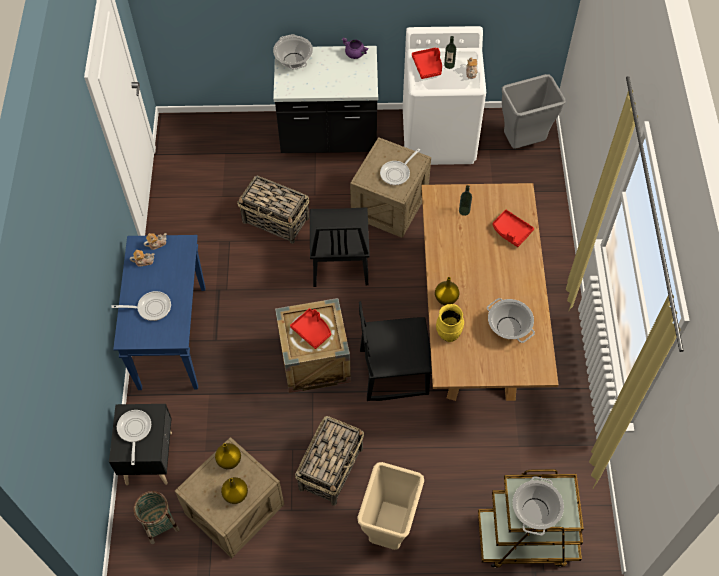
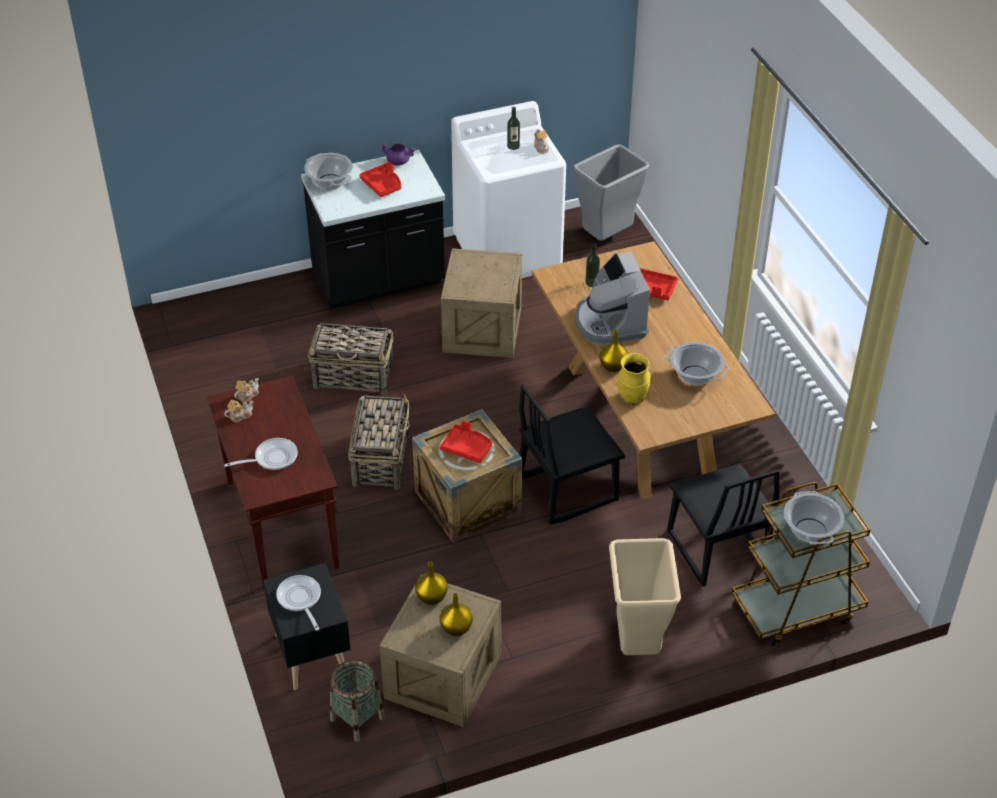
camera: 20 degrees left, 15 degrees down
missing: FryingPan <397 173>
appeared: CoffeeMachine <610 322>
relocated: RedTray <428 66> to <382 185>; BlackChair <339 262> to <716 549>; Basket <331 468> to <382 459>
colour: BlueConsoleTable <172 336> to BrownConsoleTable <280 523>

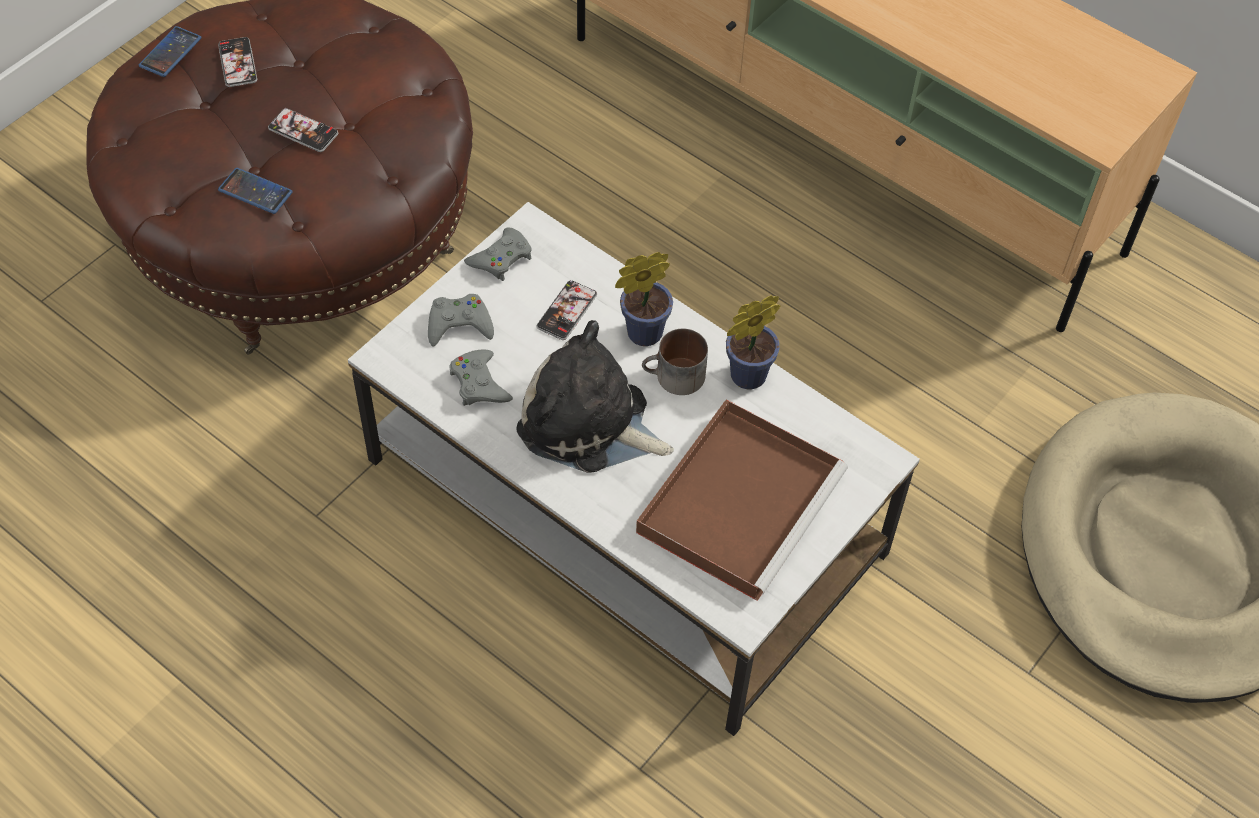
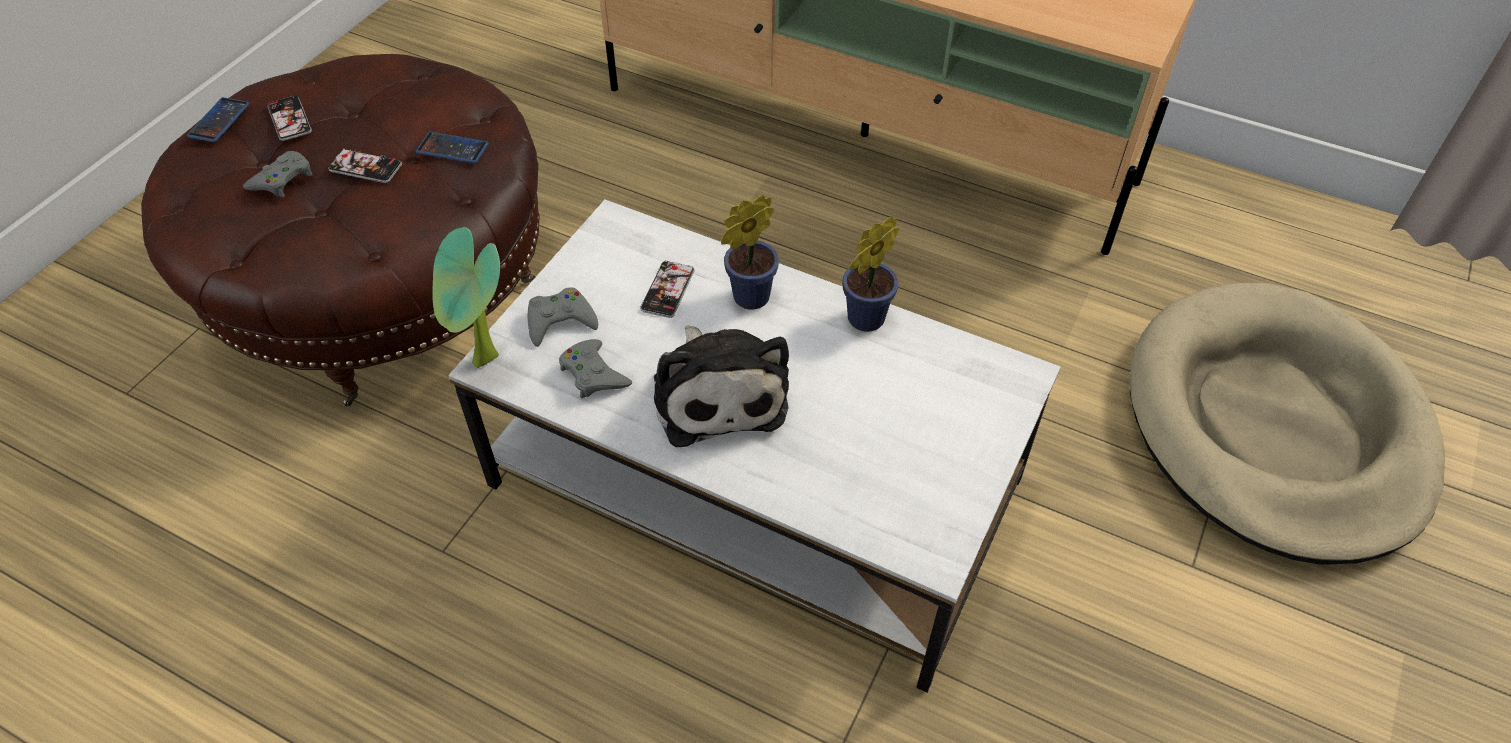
camera: 10 degrees left, 5 degrees down
missing: Mug <674 378>; BrownTray <741 499>
appeared: PottedPlant <486 363>
relocated: Phone <255 191> to <452 149>; GreyGameController <501 258> to <282 179>
spun: PlushToy <589 424> = <718 393> 120 degrees counterclockwise

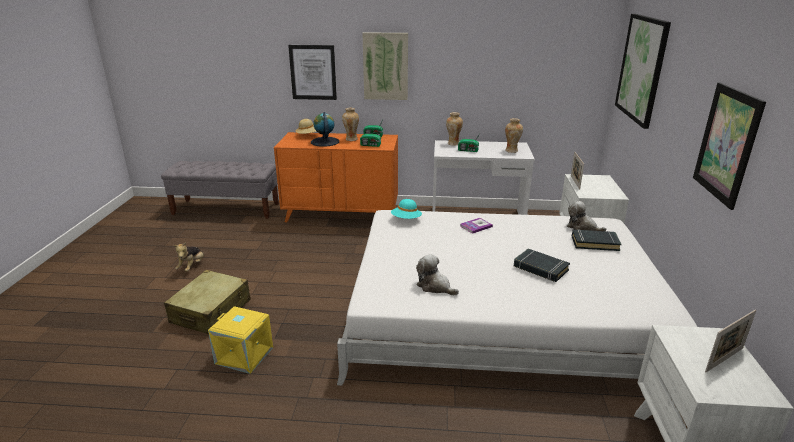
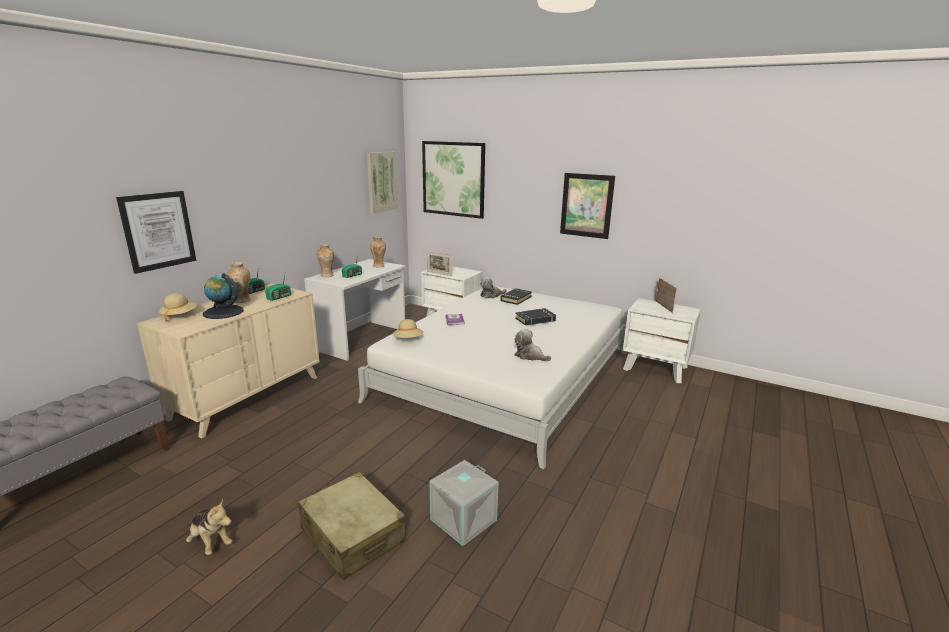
camera: 65 degrees left, 5 degrees down
relocated: Picture <385 66> to <381 181>
colour: OrangeDresser <342 214> to BeigeDresser <248 397>; TurquoiseHat <406 220> to BeigeHat <408 340>; YellowStorageBox <243 356> to GreyStorageBox <464 520>
spun: PlushToy <435 286> = <530 356> 60 degrees clockwise

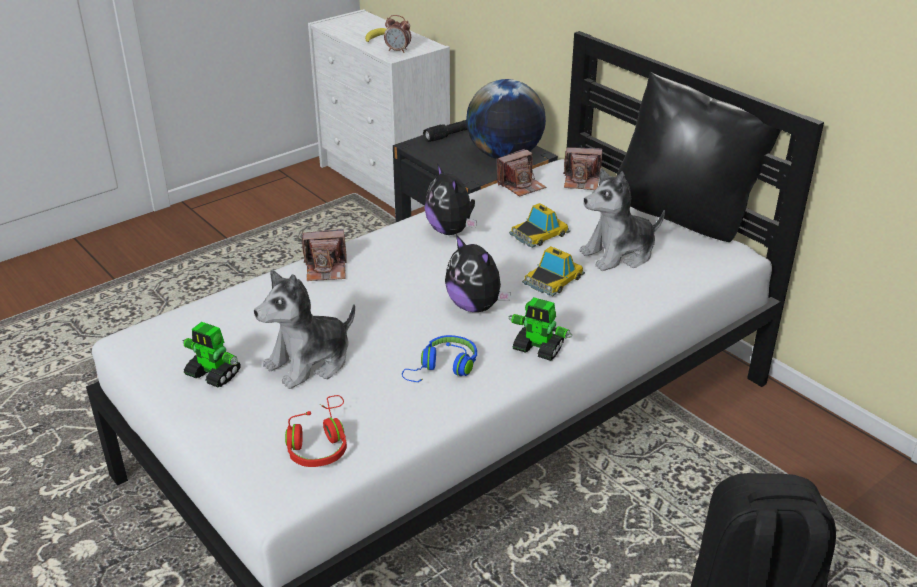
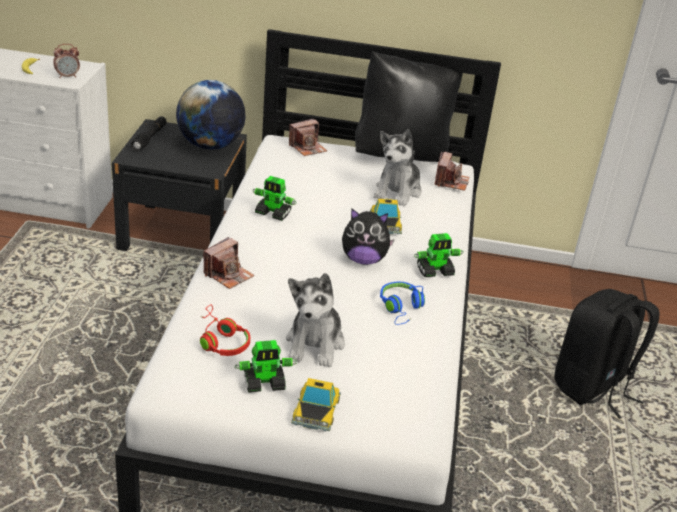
camera: 45 degrees left, 0 degrees up
relocated: PhotoCamera <521 185> to <450 182>; ToyCar <539 234> to <316 409>; RedHeadphones <319 443> to <221 340>
exchanged: PlushToy <451 231> to ToyRobot <273 213>

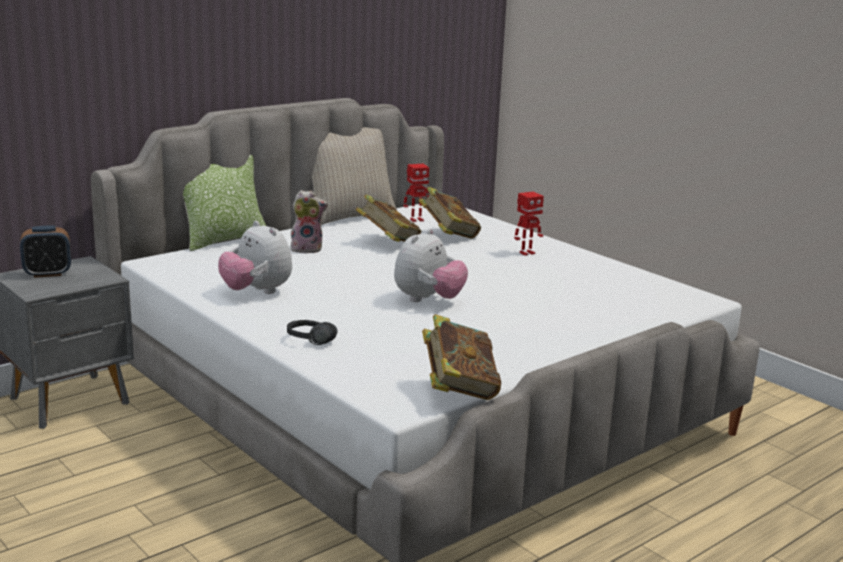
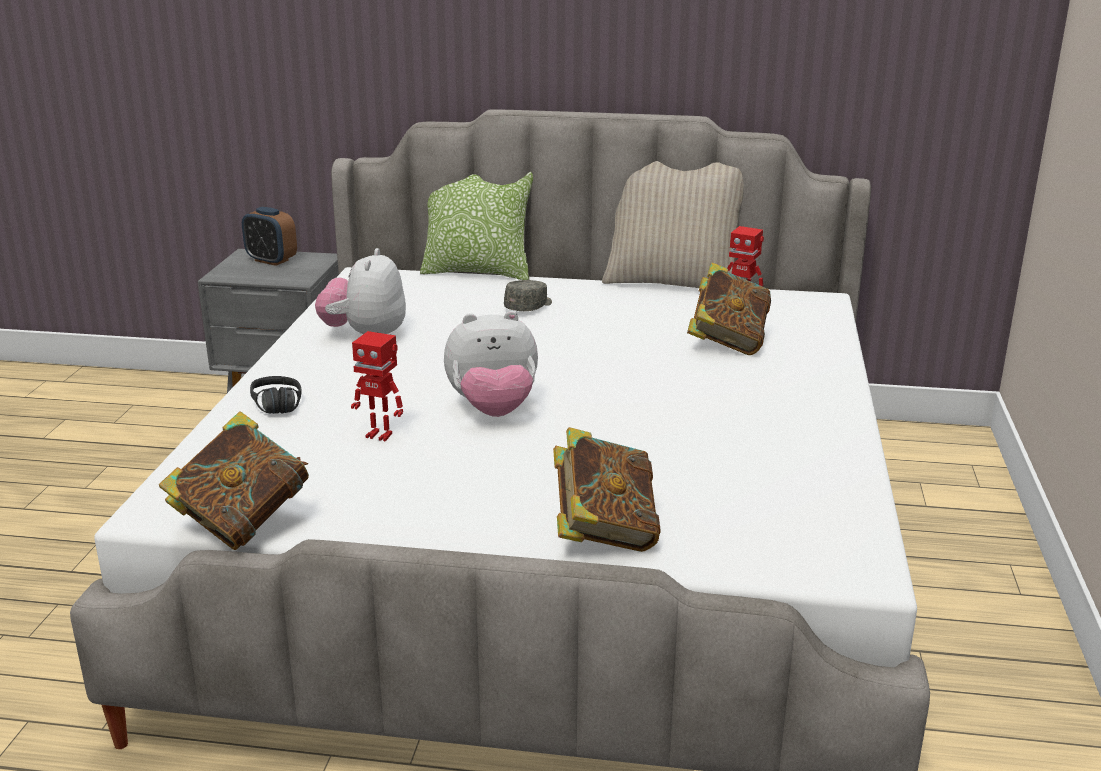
camera: 50 degrees right, 5 degrees up
relocated: ToyRobot <526 253> to <380 435>; Book <388 243> to <603 532>
exchanged: PlushToy <307 249> to GreyCap <529 307>

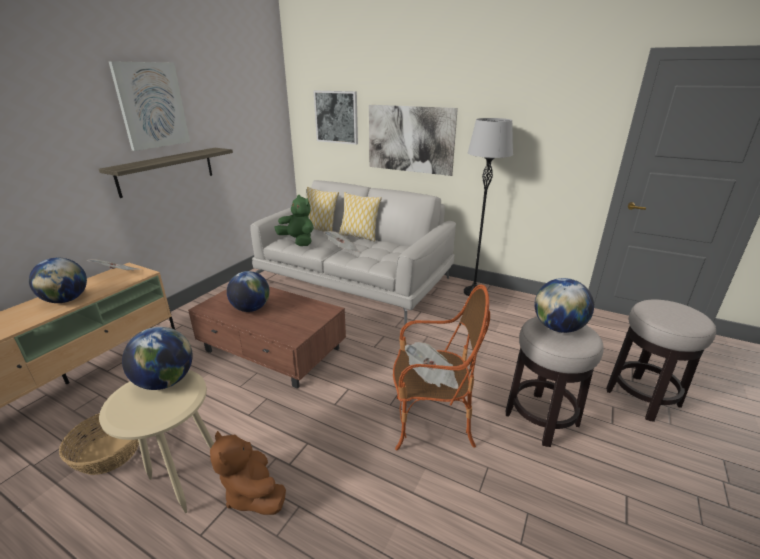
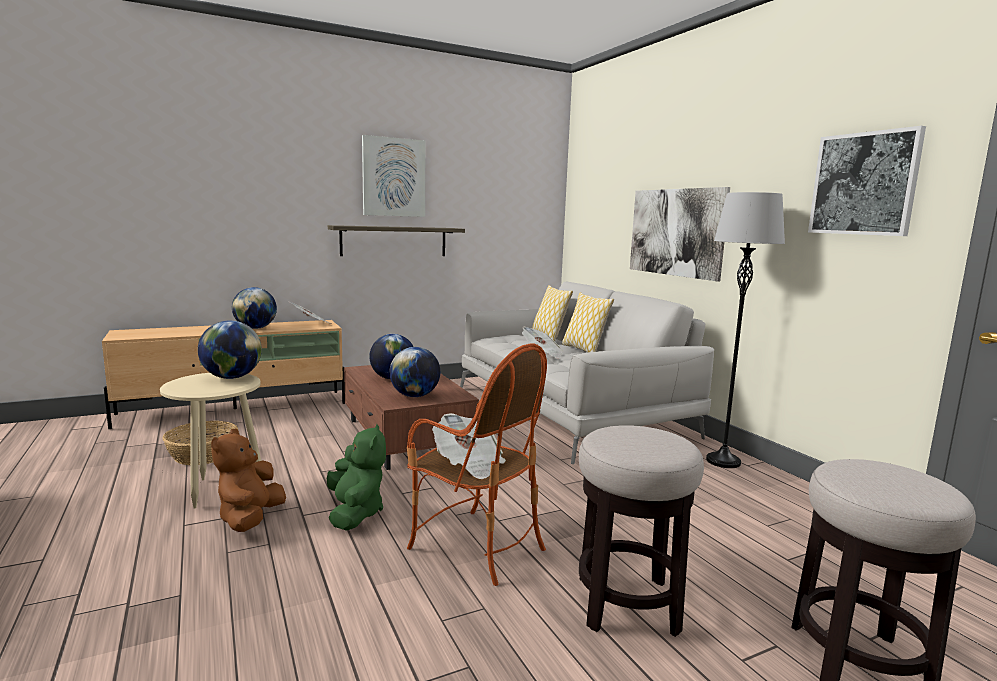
camera: 35 degrees right, 15 degrees down
relocated: Picture <336 117> to <864 184>; GreenPlushToy <298 241> to <355 513>; Globe <558 328> to <415 396>

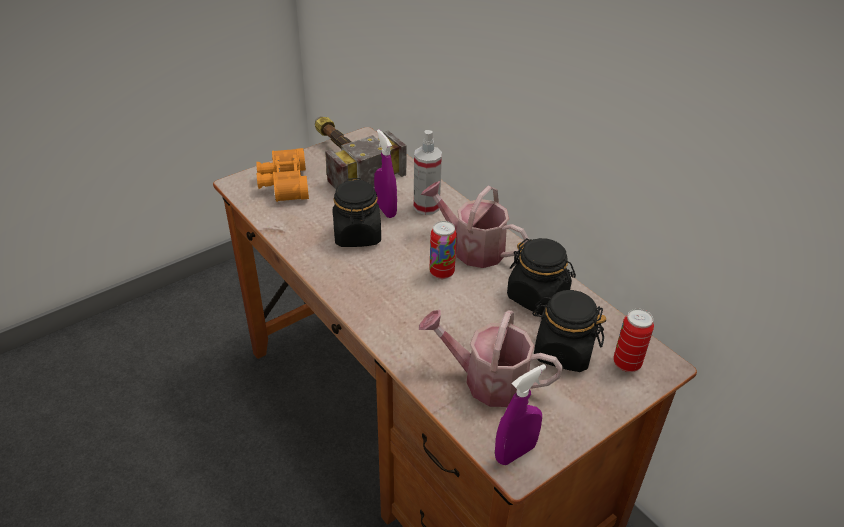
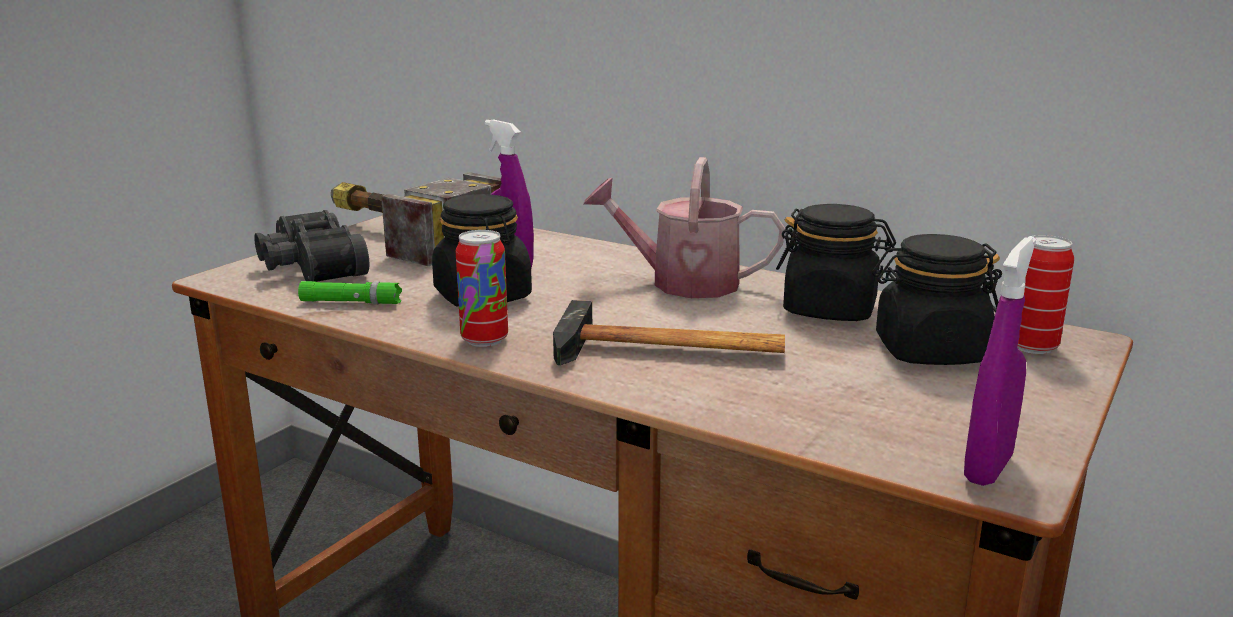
camera: 20 degrees left, 20 degrees down
missing: SprayBottle <426 206>; WateringCan <487 380>
appeared: GreenFlashlight <351 302>; Hammer <670 352>
relocated: Can <441 273> to <484 340>
colour: OrangeBinoculars <283 184> to BlackBinoculars <308 268>

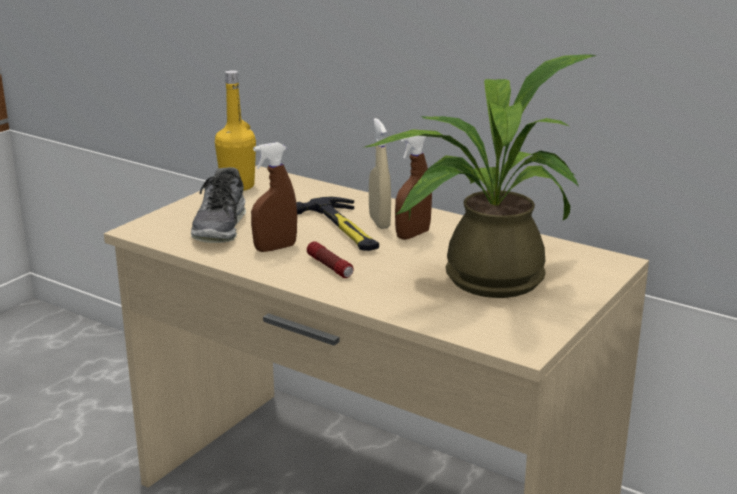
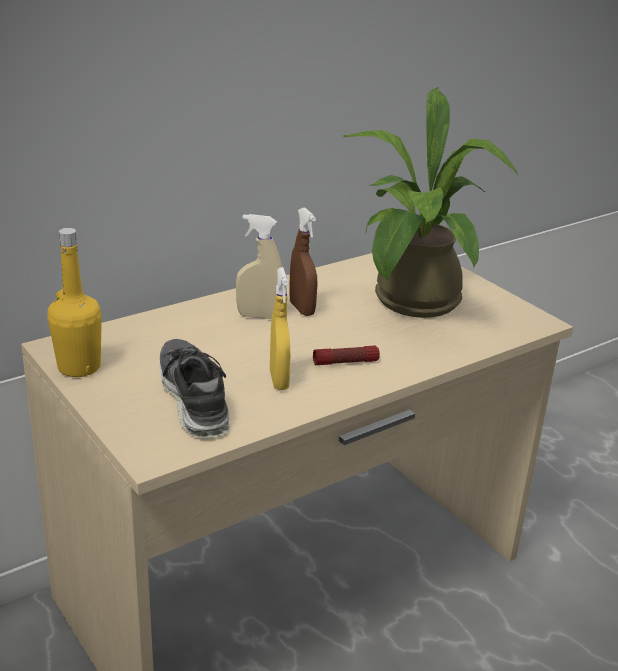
camera: 70 degrees left, 5 degrees up
missing: Hammer <344 229>
colour: BrownSprayBottle <275 248> to YellowSprayBottle <279 380>
spun: Shoe <221 226> = <193 399> 135 degrees counterclockwise

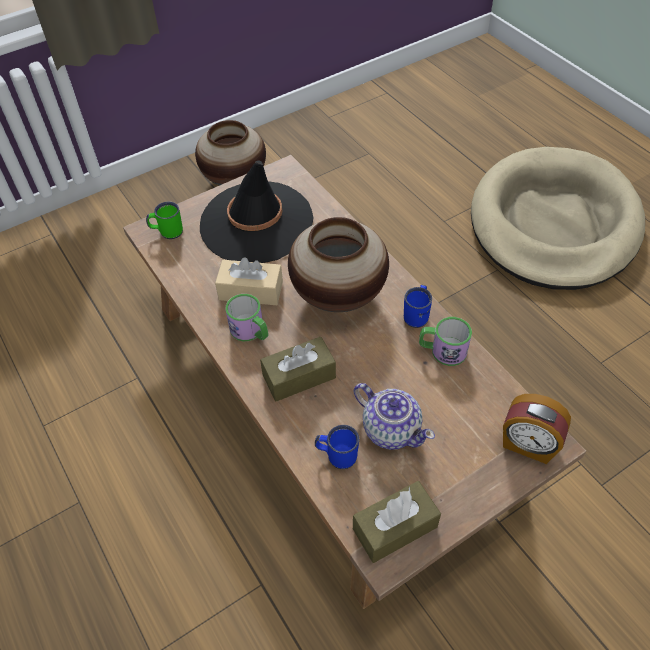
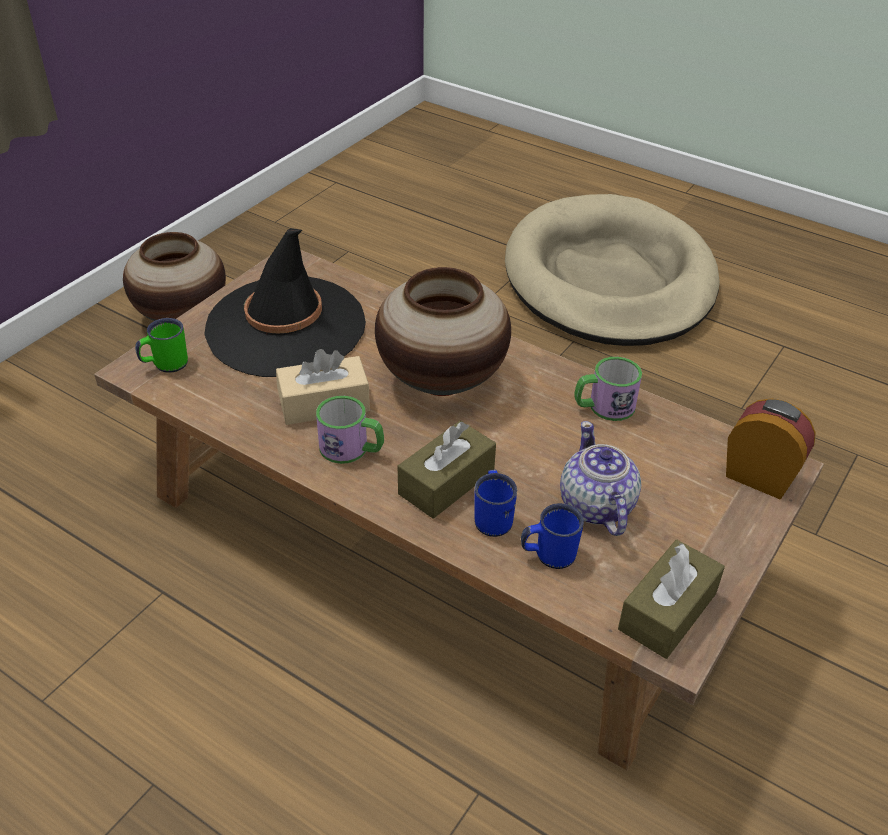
camera: 25 degrees left, 10 degrees down
relocated: BlueMug <417 315> to <493 517>
spun: Teapot <391 429> = <596 506> 120 degrees counterclockwise; AlarmClock <528 445> = <759 476> 150 degrees counterclockwise

